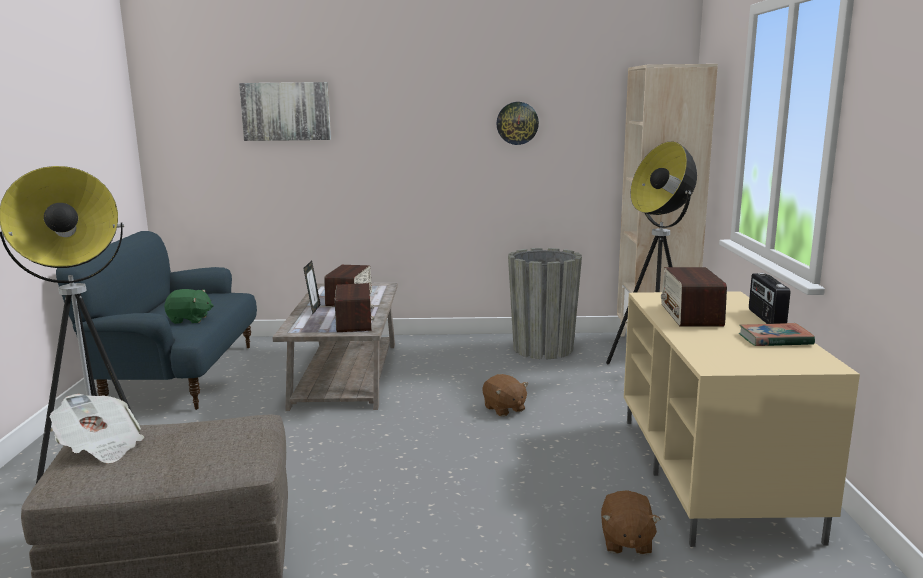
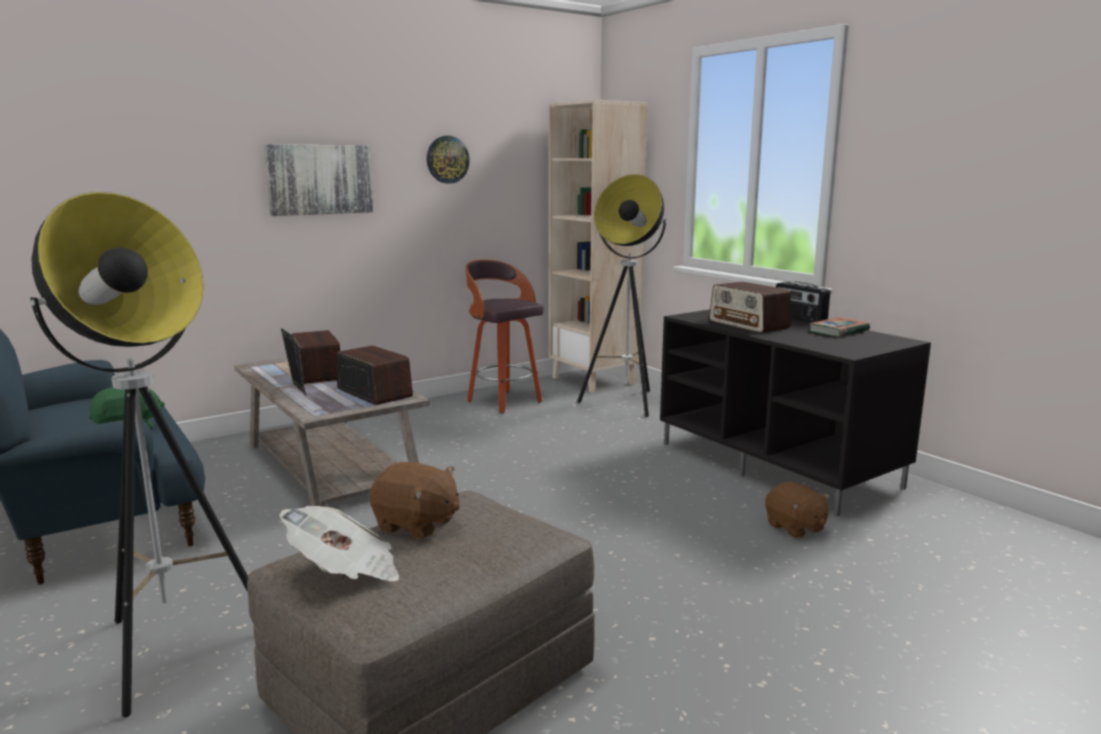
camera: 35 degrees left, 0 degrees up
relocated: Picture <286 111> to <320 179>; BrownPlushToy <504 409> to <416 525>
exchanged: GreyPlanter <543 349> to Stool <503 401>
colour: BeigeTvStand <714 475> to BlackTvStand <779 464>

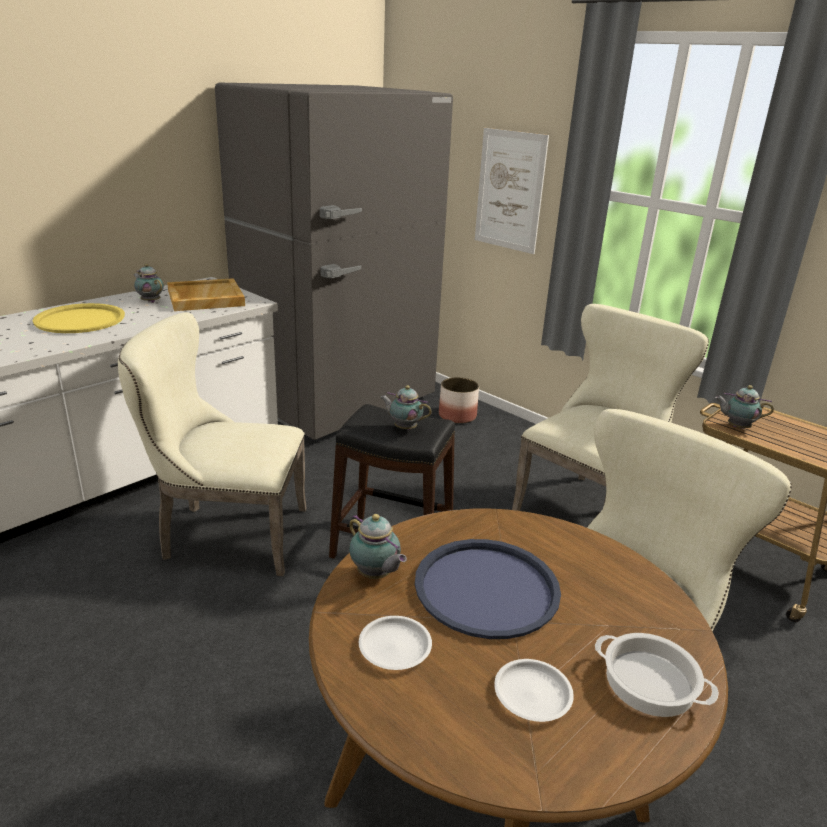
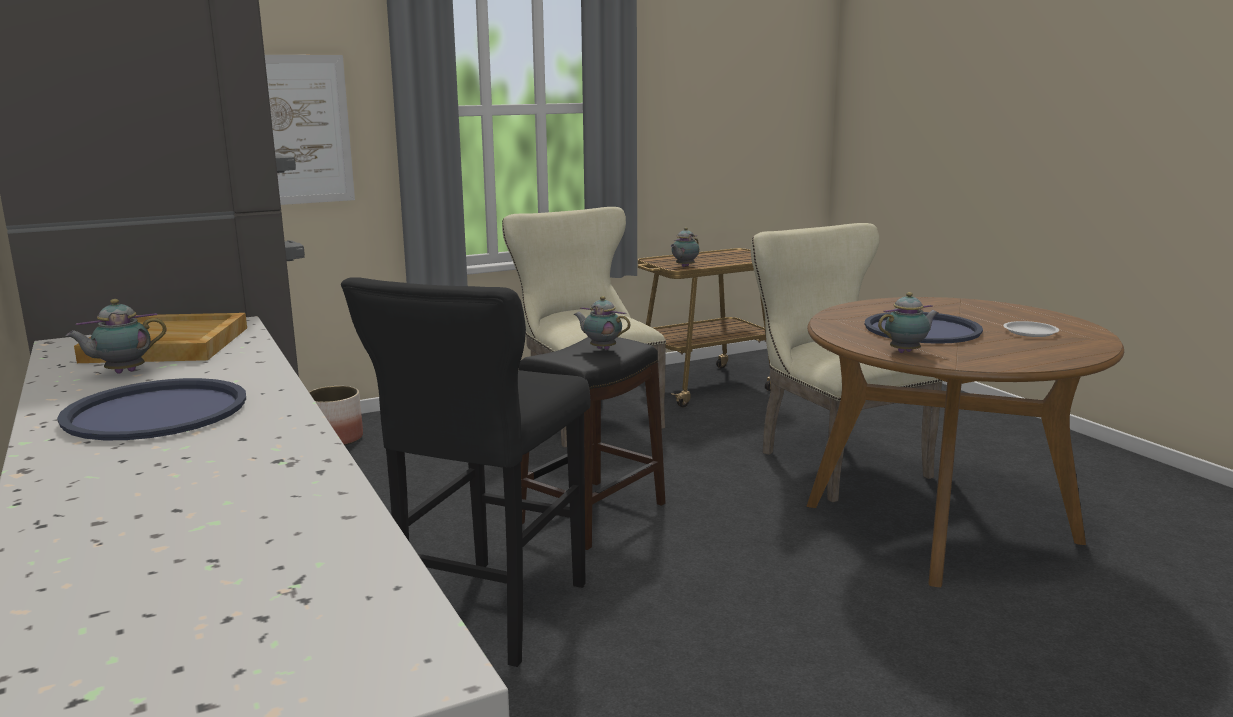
camera: 70 degrees left, 10 degrees down
missing: WhitePlate <395 647>; CookingPot <648 682>
exchanged: BeigeChair <226 535> to BlackStool <490 616>
colour: YellowTray <80 320> to BlueTray <156 412>
spun: Teapot <404 428> = <601 348> 75 degrees clockwise

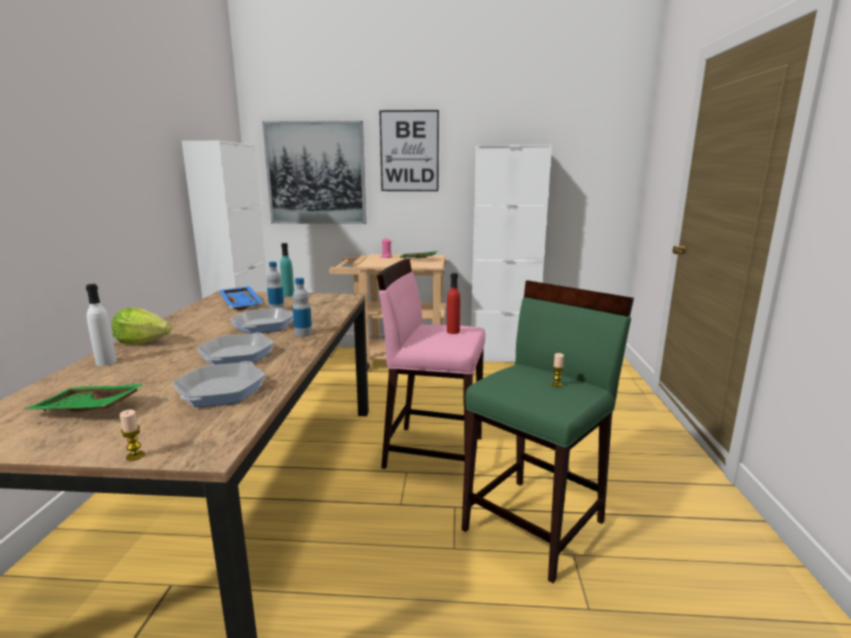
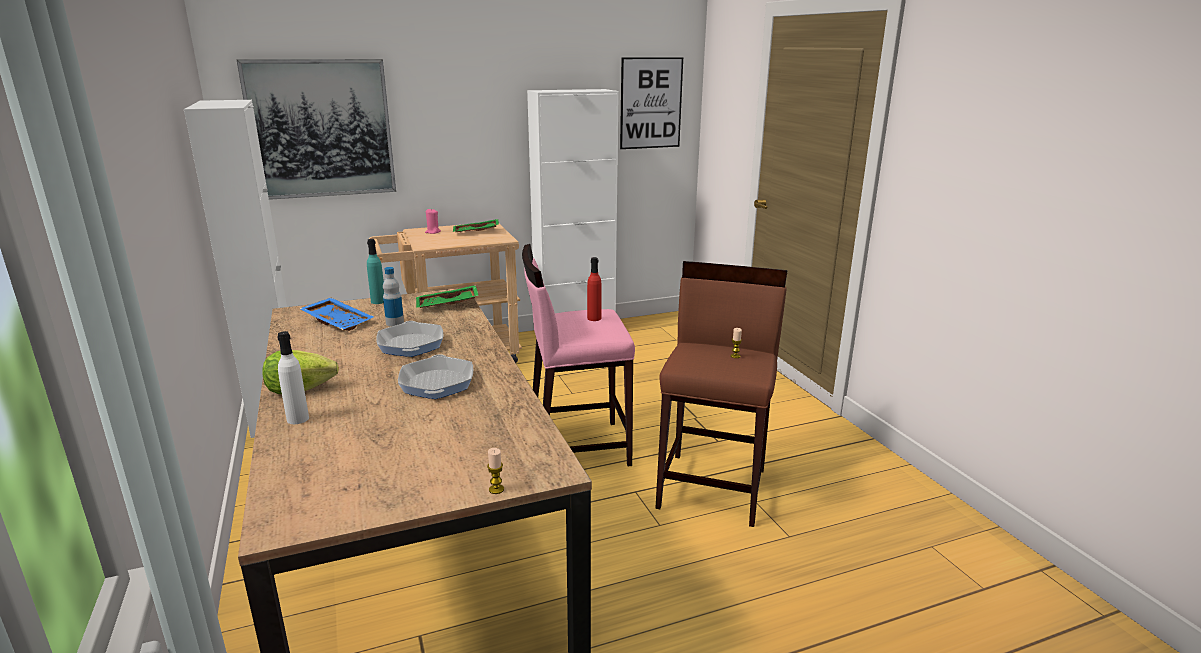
camera: 25 degrees left, 5 degrees up
missing: Bottle <303 334>; FryingPan <221 390>
relocated: Picture <409 151> to <651 103>; GreenTray <87 410> to <447 305>
colour: GreenStool <535 525> to BrownStool <713 487>

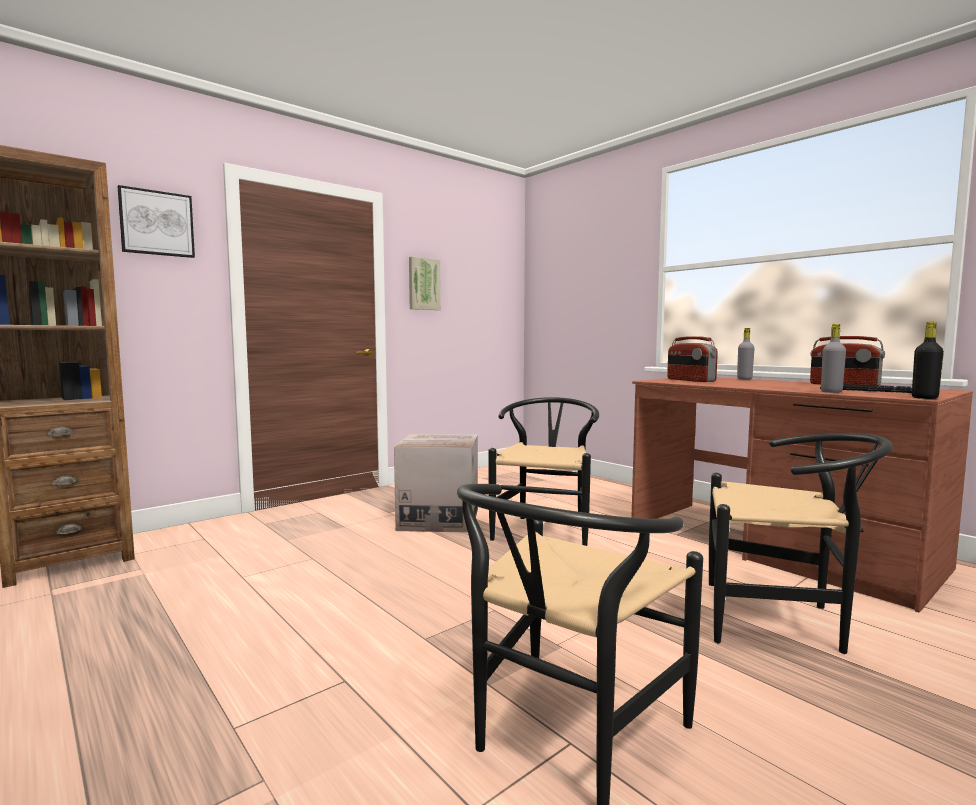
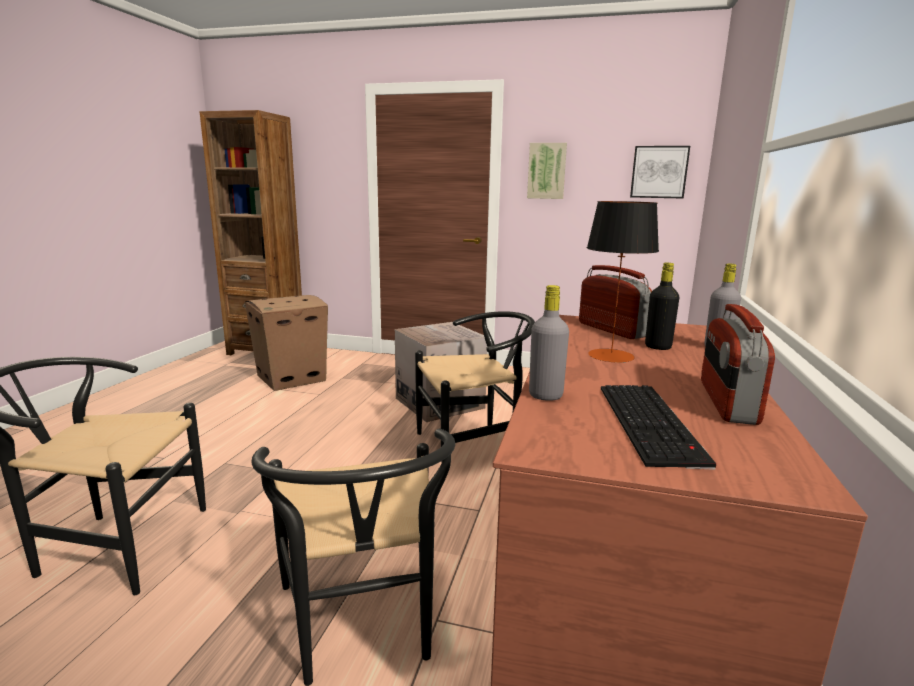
camera: 55 degrees right, 10 degrees up
appeared: TableLamp <611 356>; CardboardBox <292 378>
relocated: Picture <157 223> to <659 172>; BlackBottle <924 398> to <658 347>
spun: Radio <690 380> = <611 330> 120 degrees clockwise

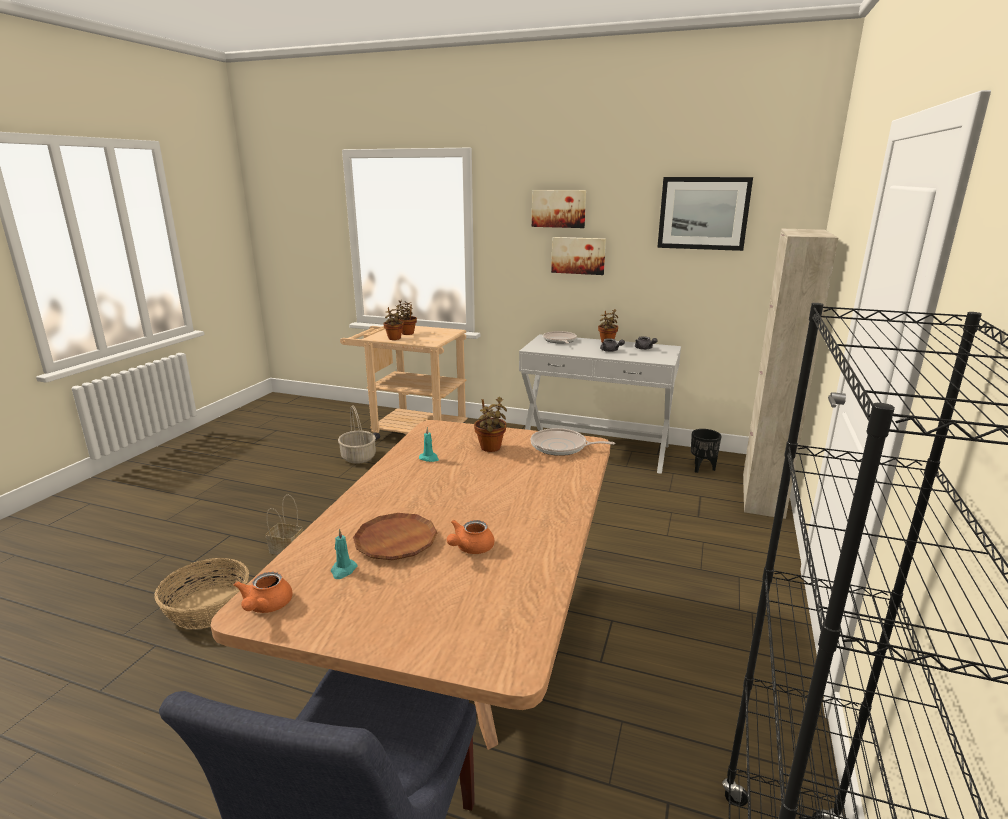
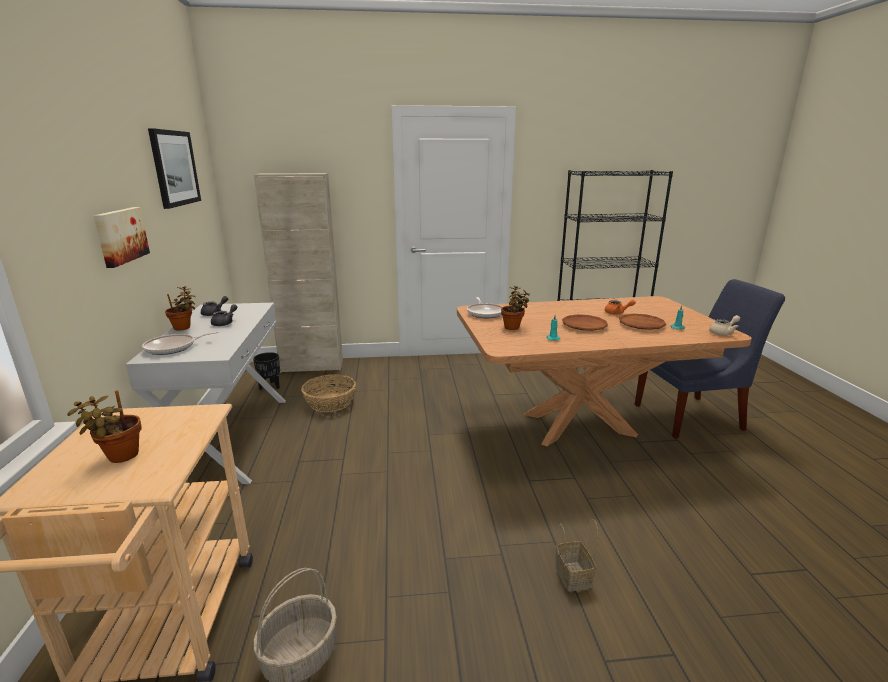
camera: 115 degrees left, 0 degrees up
missing: Picture <559 208>; PottedPlant <394 339>
appeared: BrownPlate <584 326>
relocated: Basket <209 608> to <330 402>
colour: OrangeTeapot <265 606> to BeigeTeapot <723 333>

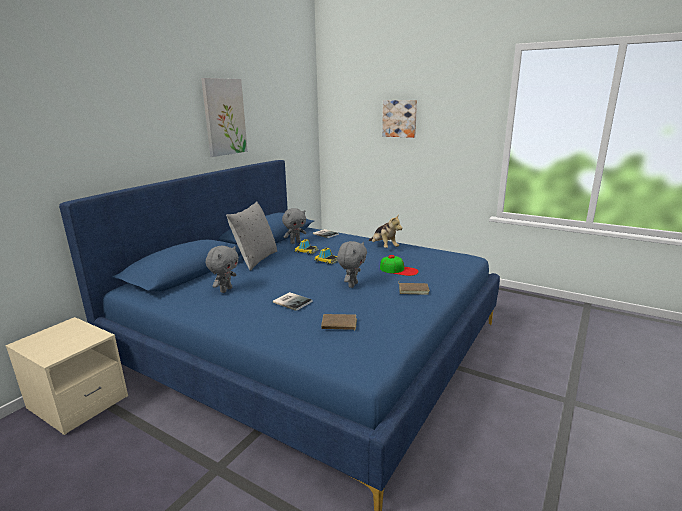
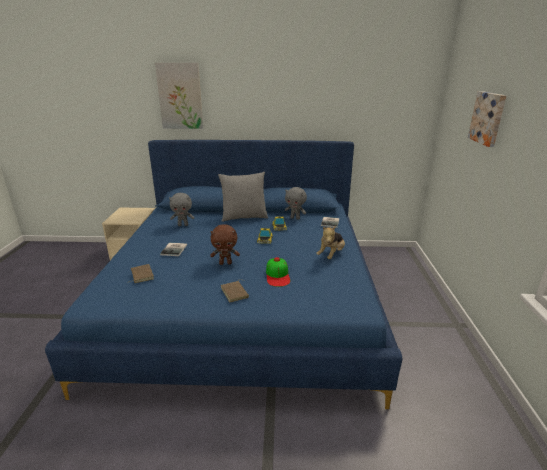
camera: 60 degrees right, 5 degrees up
relocated: Picture <224 117> to <180 96>
colour: GreyPlushToy <352 285> to BrownPlushToy <225 263>

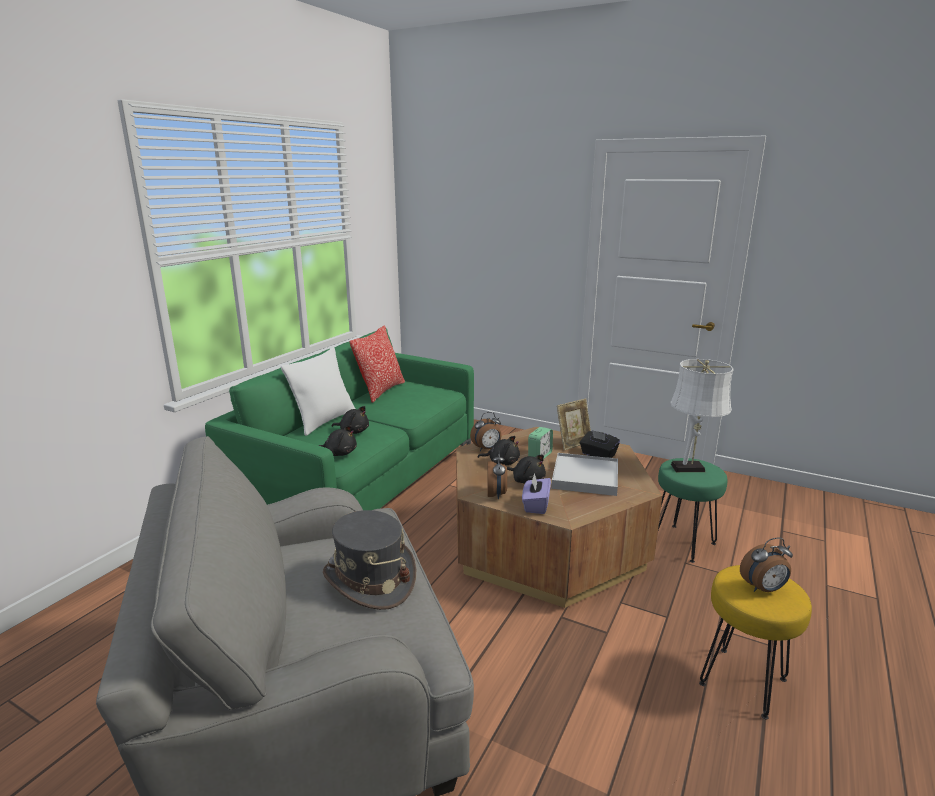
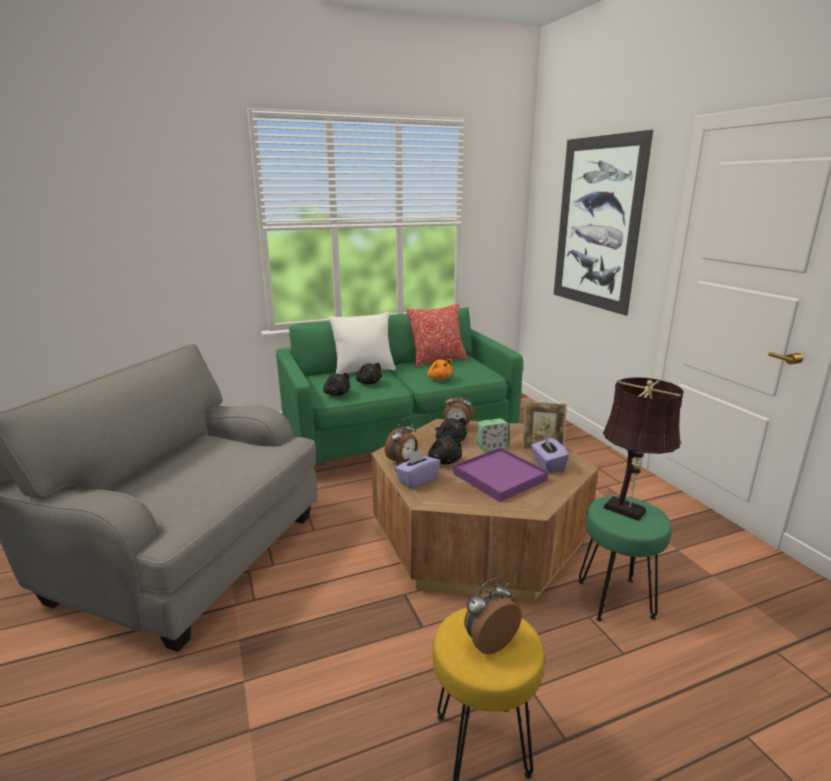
camera: 40 degrees right, 0 degrees up
missing: GreyHat <370 580>
appeared: Picture <597 224>; OrangePlushToy <439 378>
colour: WhiteTableLamp <691 468> to BrownTableLamp <628 511>; BlackTissueBox <598 455> to PurpleTissueBox <547 465>; WhiteTray <585 477> to PurpleTray <499 477>
spun: AlarmClock <763 589> = <488 641> 120 degrees clockwise

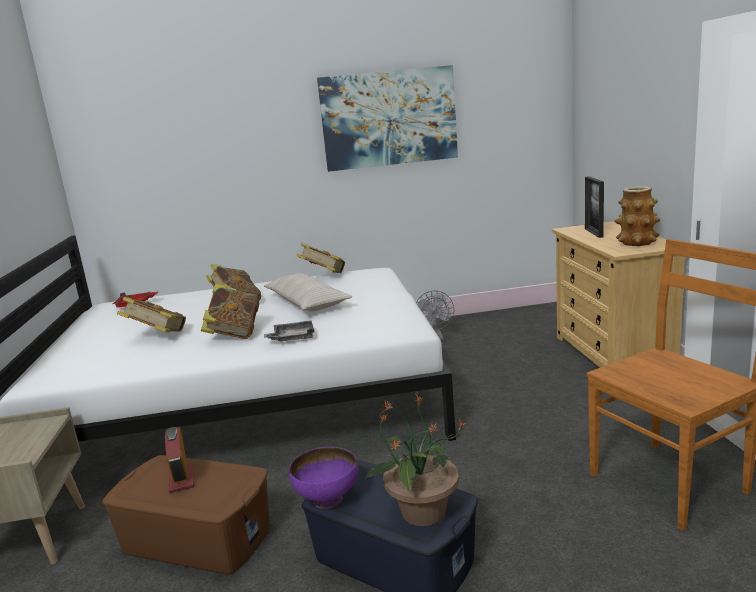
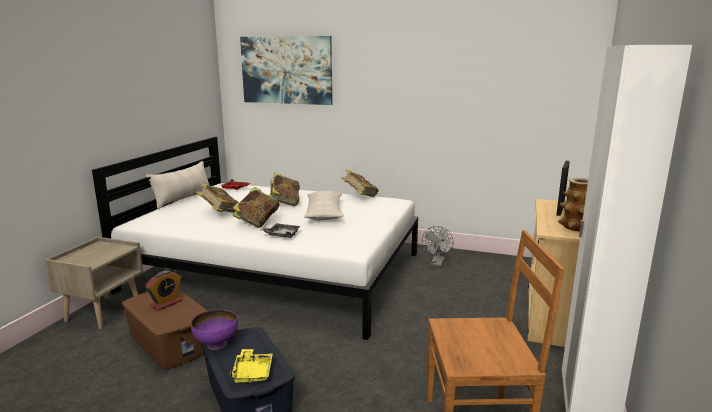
camera: 25 degrees right, 0 degrees up
appeared: BeigePillow <183 199>
relocated: Picture <389 118> to <286 70>
exchanged: PottedPlant <421 512> to YellowTray <252 372>
spun: AlarmClock <181 479> = <166 303> 150 degrees counterclockwise

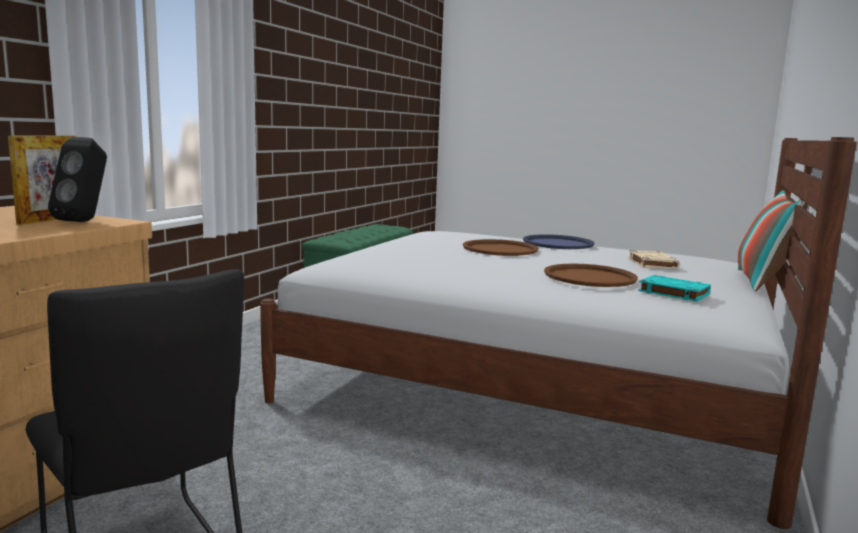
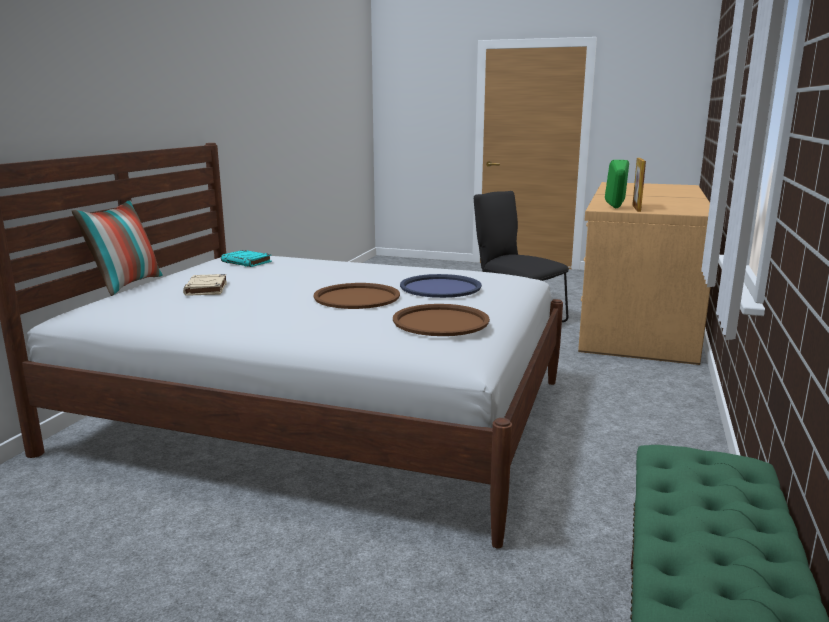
camera: 175 degrees right, 5 degrees up
relocated: BlueTray <558 243> to <440 287>; BrownTray <589 277> to <441 322>
colour: BlackSpeaker <85 221> to GreenSpeaker <615 208>

